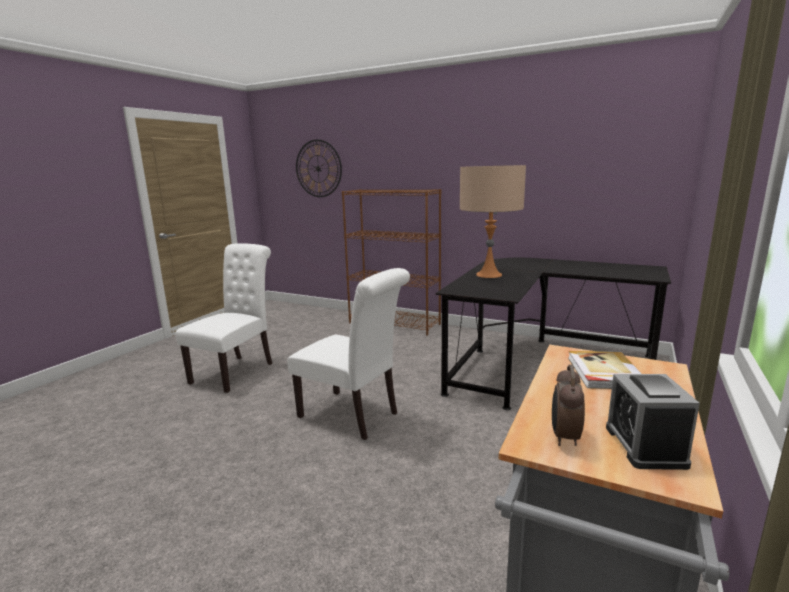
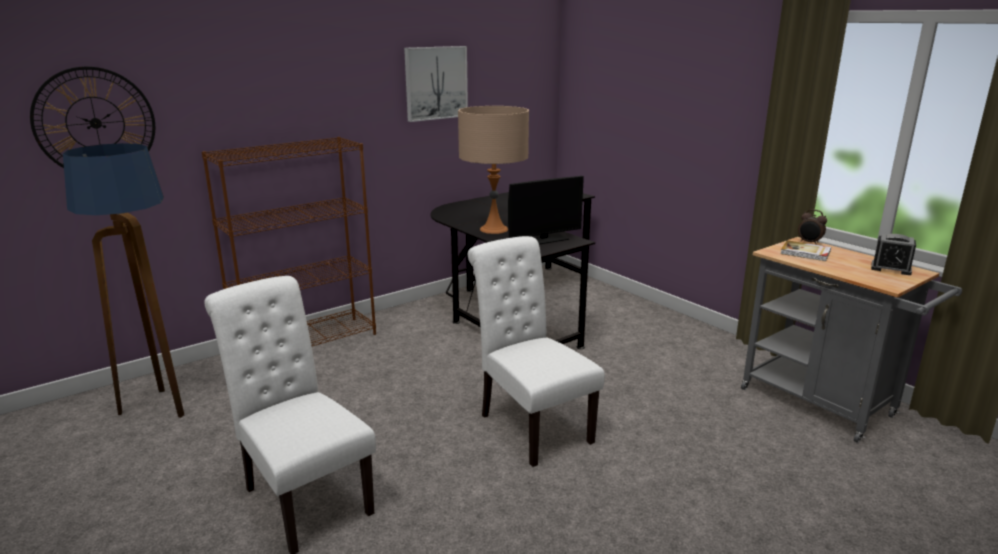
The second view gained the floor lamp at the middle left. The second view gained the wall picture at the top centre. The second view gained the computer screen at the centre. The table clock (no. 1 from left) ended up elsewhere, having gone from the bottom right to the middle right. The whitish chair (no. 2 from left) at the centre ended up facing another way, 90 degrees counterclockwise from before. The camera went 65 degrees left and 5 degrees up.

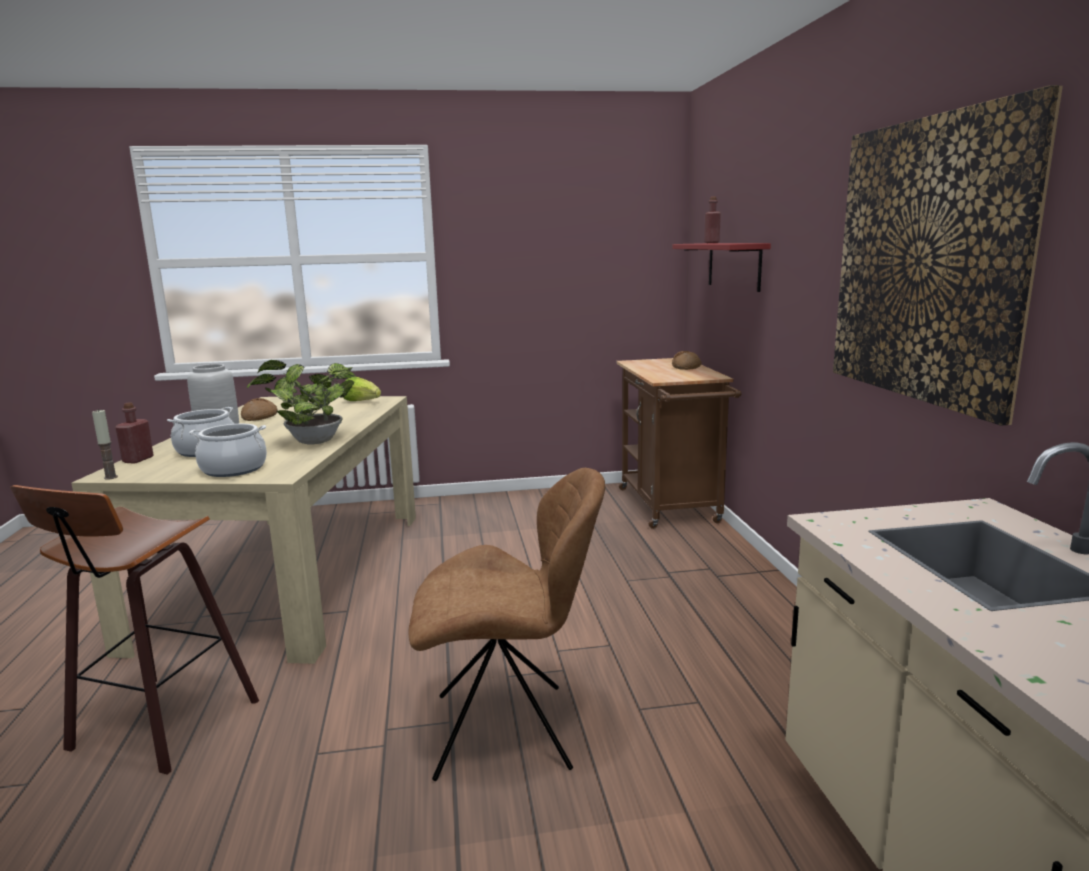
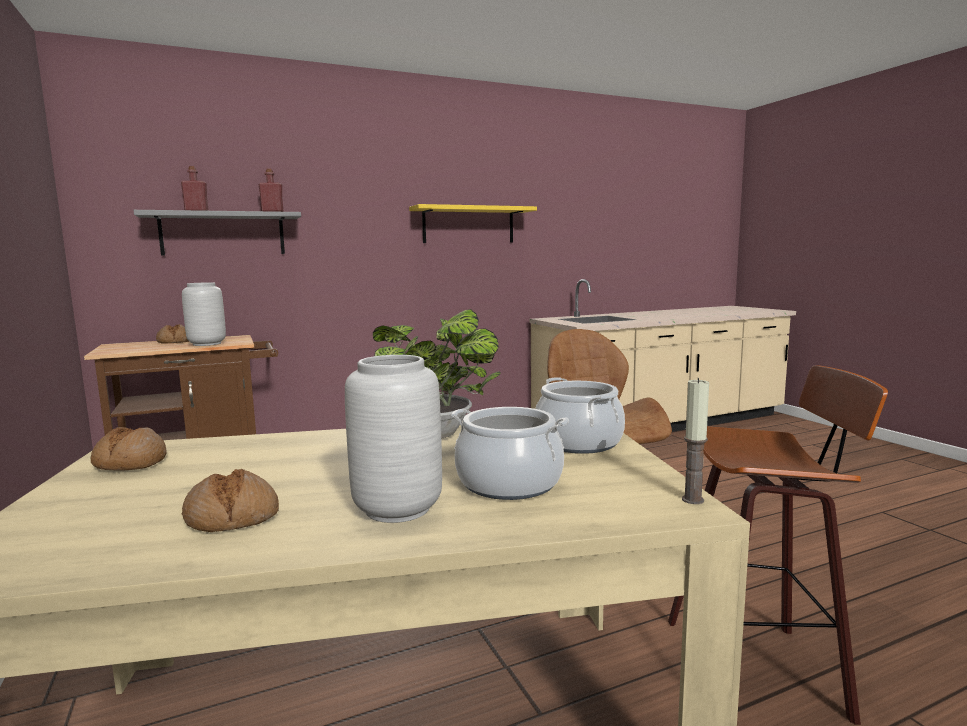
The second view gained the greyish flower vase (no. 1 from left) at the middle left. The reddish beverage bottle (no. 1 from left in the first image) ended up elsewhere, having gone from the middle left to the top left. Where the lettuce stood at the middle left, the bread (no. 1 from left) came to stand at the middle left. Where the wall picture hung at the top right, the yellow-coloured bracket shelf came to hang at the top centre. What was the reddish bracket shelf at the top centre turned into the greyish bracket shelf at the top left. The camera went 105 degrees left and 5 degrees down.

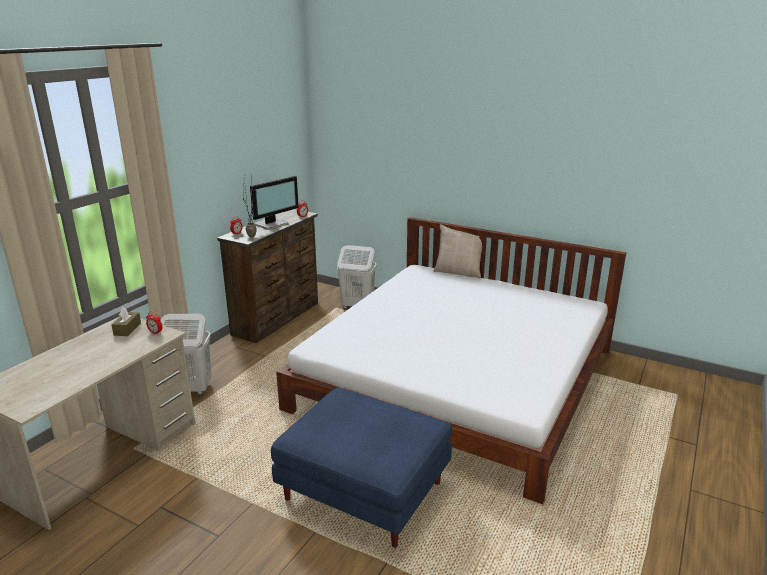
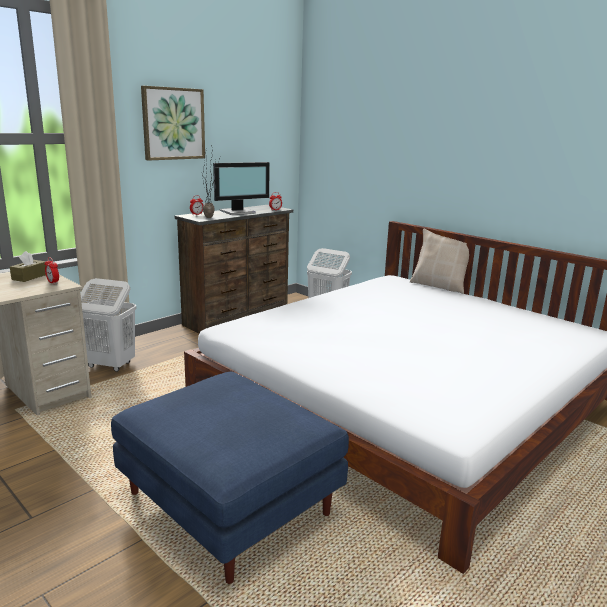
The second view gained the wall picture at the top left. The camera went 15 degrees right and 5 degrees down.

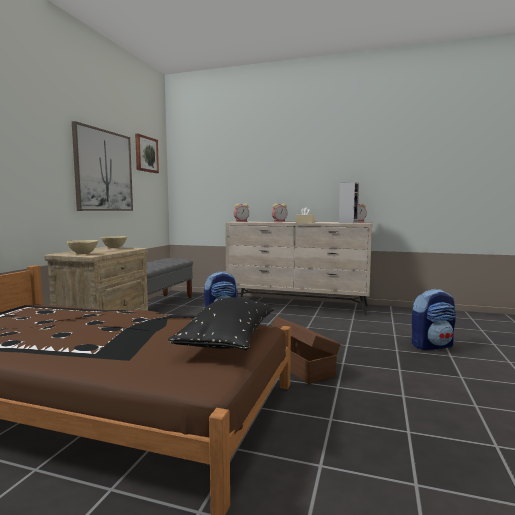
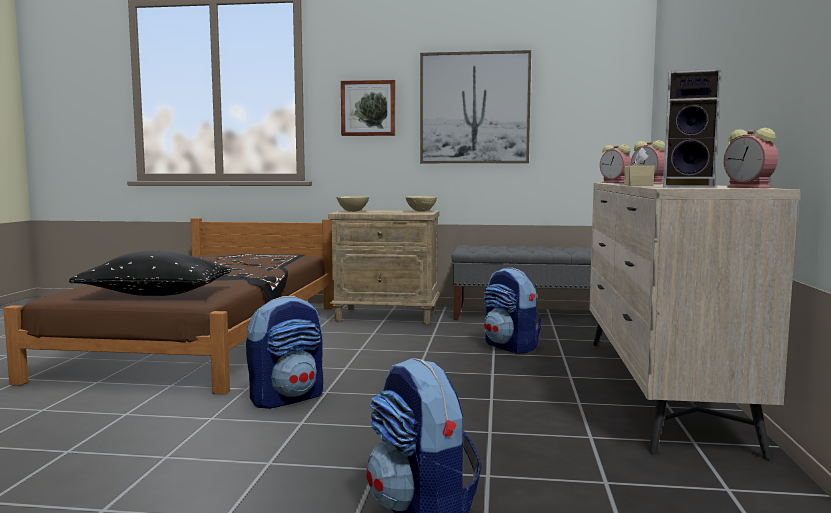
The wall picture (no. 2 from left in the first image) ended up elsewhere, having gone from the top left to the top centre. Where the brown storage box stood at the bottom centre, the knapsack (no. 1 from left) came to stand at the bottom centre. The camera went 80 degrees right and 0 degrees up.

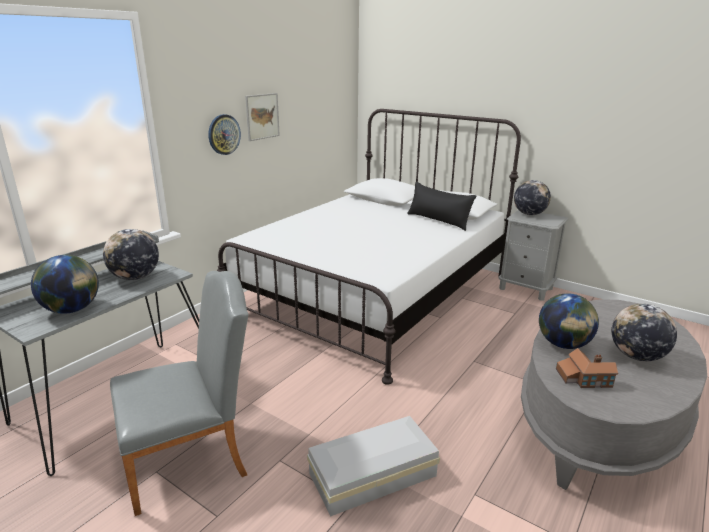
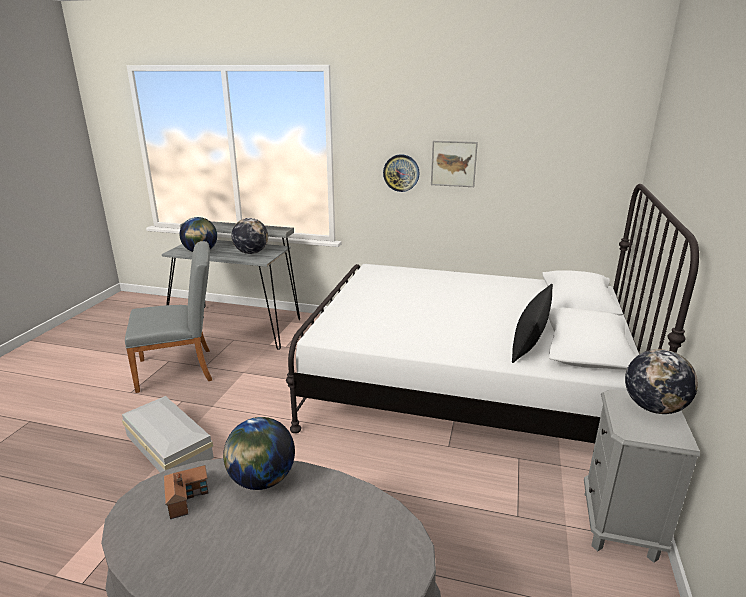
The second view lost the desk globe (no. 5 from left) at the middle right. The greyish chair at the bottom left ended up facing another way, 60 degrees counterclockwise from before. The camera went 70 degrees right and 0 degrees up.

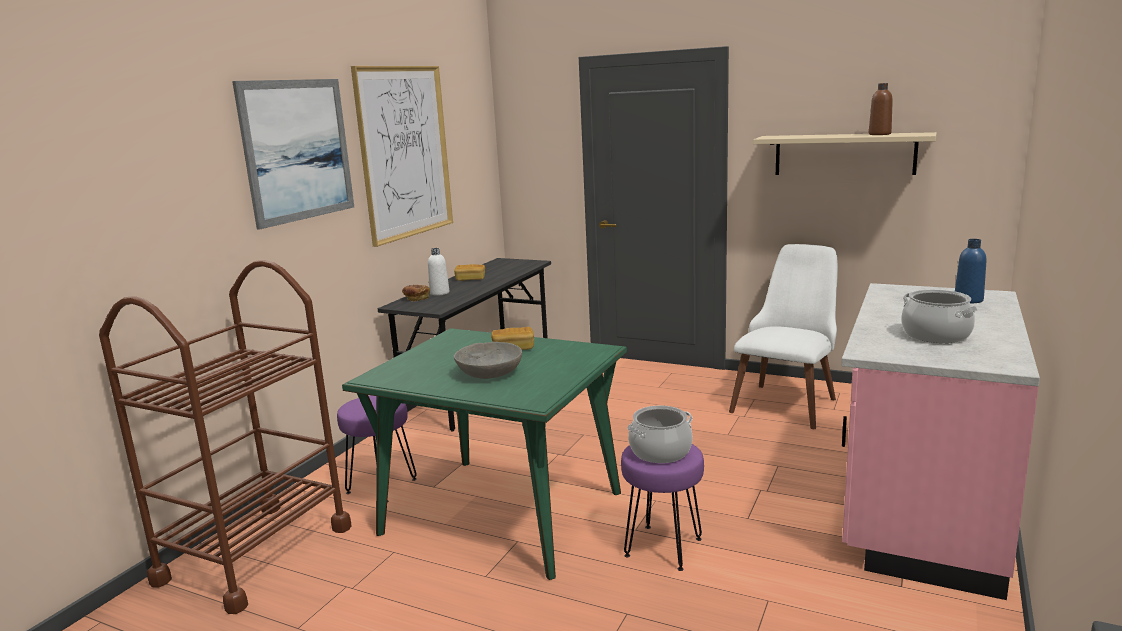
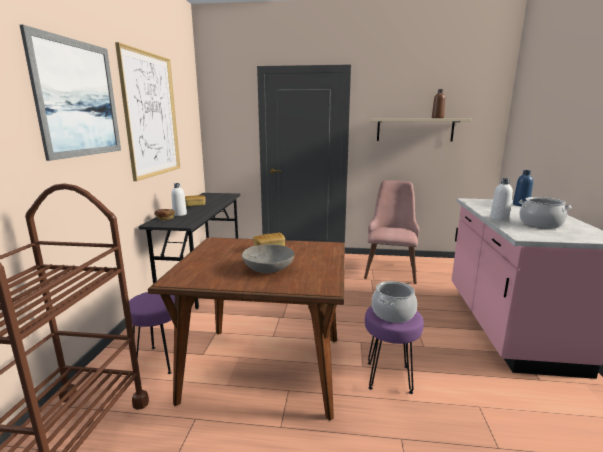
The second view gained the whitish beverage bottle (no. 2 from left) at the middle right. What was the green kitchen table at the bottom centre turned into the brown kitchen table at the bottom centre. What was the whitish chair at the middle right turned into the pinkish chair at the centre. The camera went 20 degrees left and 0 degrees up.

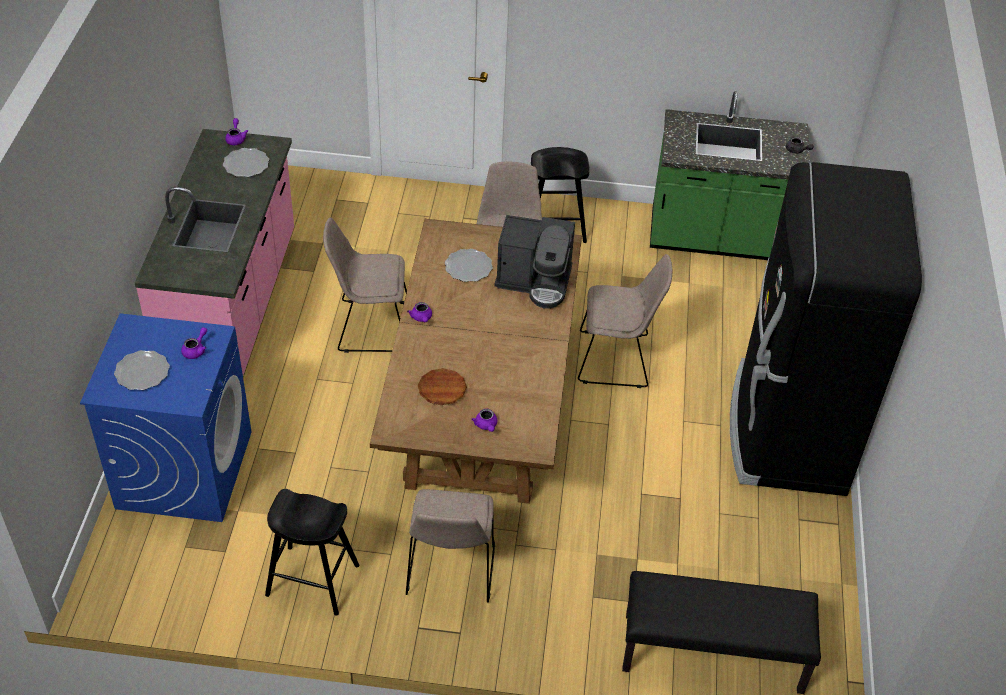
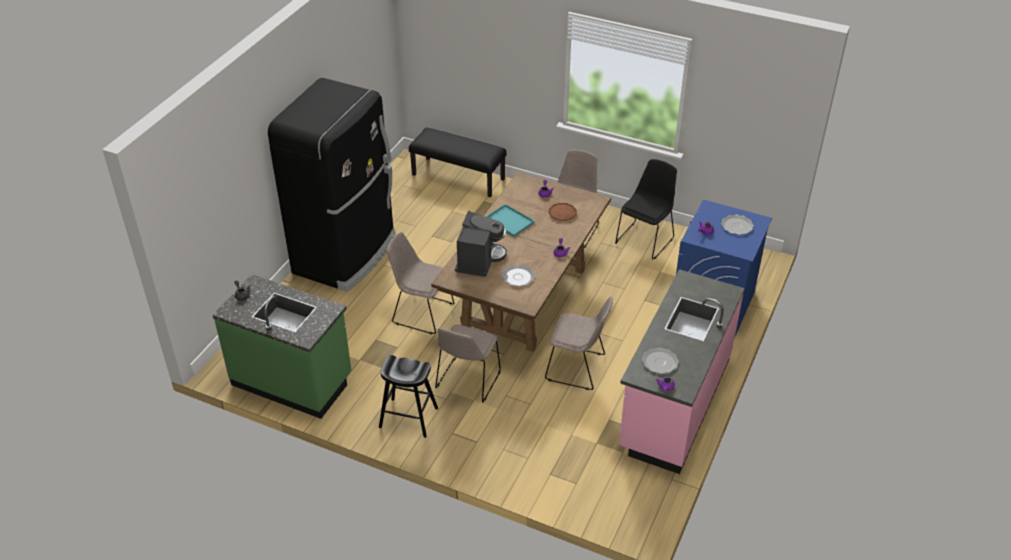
The second view gained the turquoise carrying tray at the centre. Where the blackish sitting stool (no. 1 from left) stood at the bottom left, the blackish chair came to stand at the centre. The coffee machine at the centre ended up facing another way, 75 degrees clockwise from before. The camera went 160 degrees left and 5 degrees down.

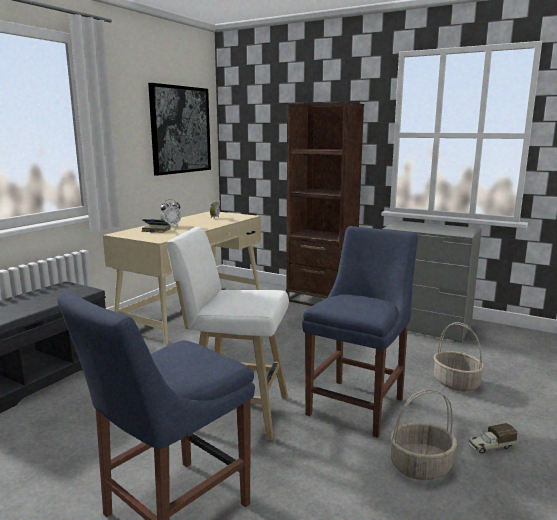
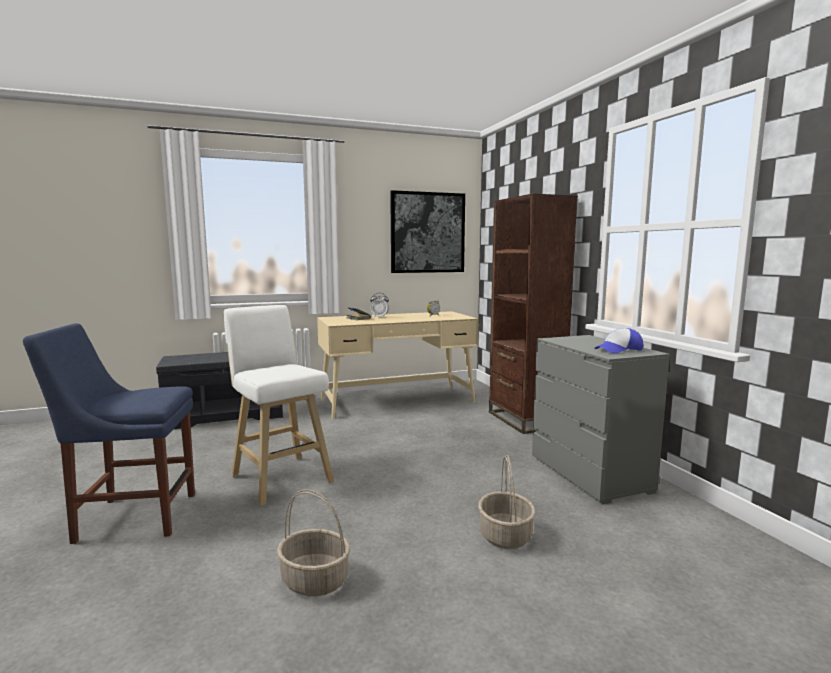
The second view lost the blue chair (no. 2 from left) at the centre. The second view lost the model truck at the bottom right. The second view gained the cap at the middle right. The camera went 40 degrees right and 5 degrees down.

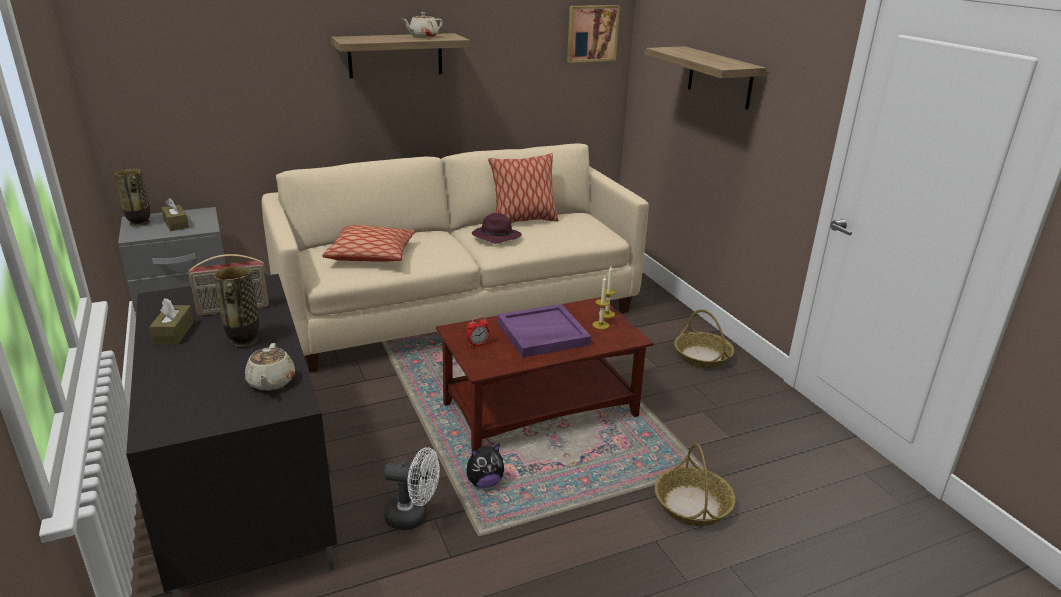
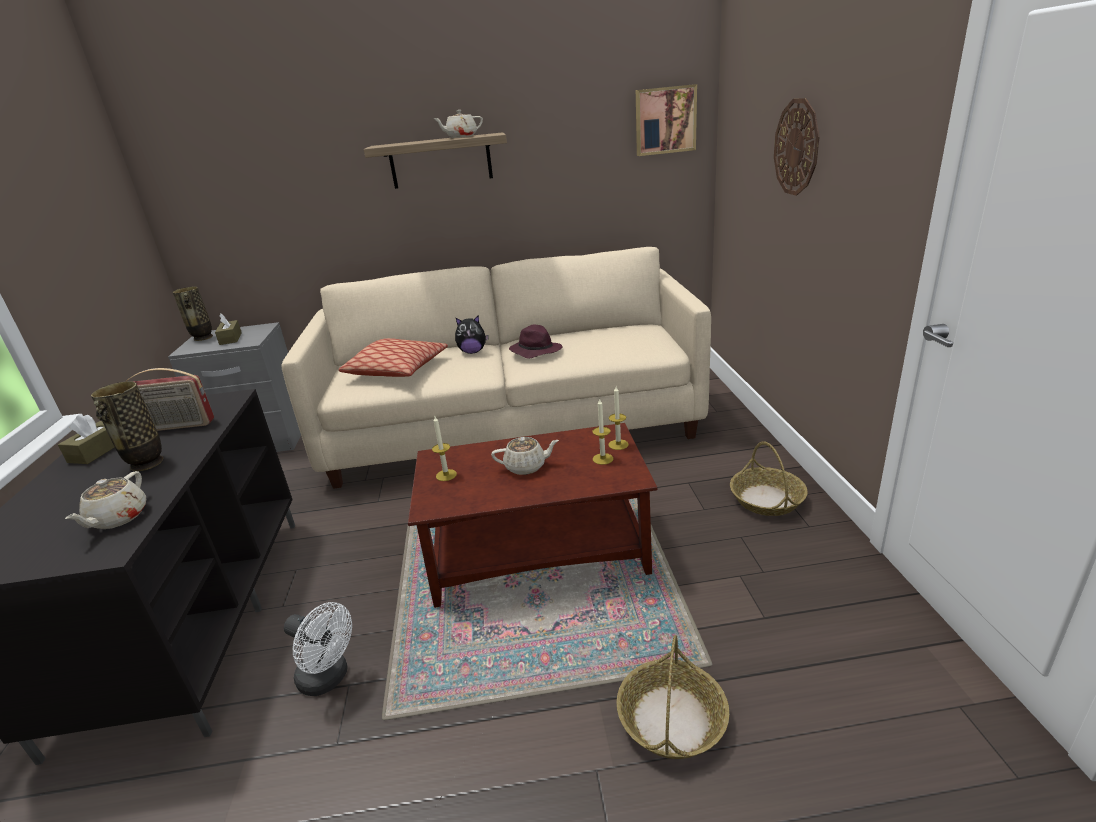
The second view lost the throw pillow (no. 2 from left) at the top centre. The plush toy ended up elsewhere, having gone from the bottom centre to the centre. Where the table clock stood at the centre, the wax light (no. 1 from left) came to stand at the centre. Where the purplish carrying tray stood at the centre, the beige-coloured teapot (no. 3 from left) came to stand at the centre. Where the bracket shelf (no. 2 from left) hung at the top centre, the hanging clock came to hang at the top right. The camera went 20 degrees right and 0 degrees up.

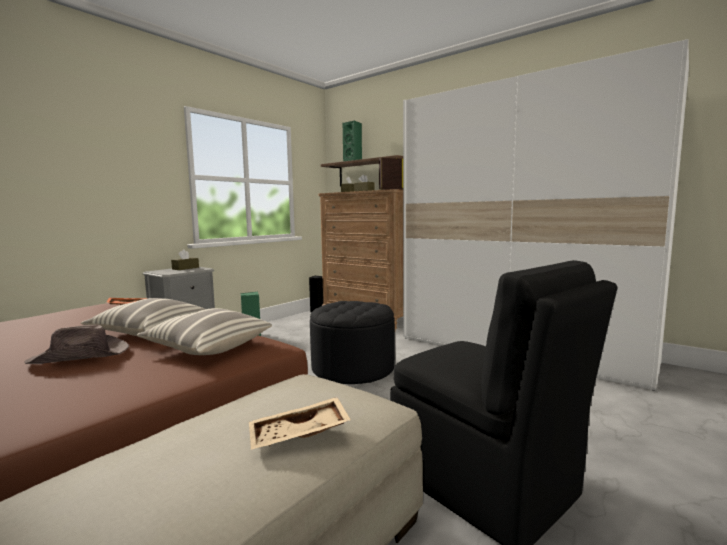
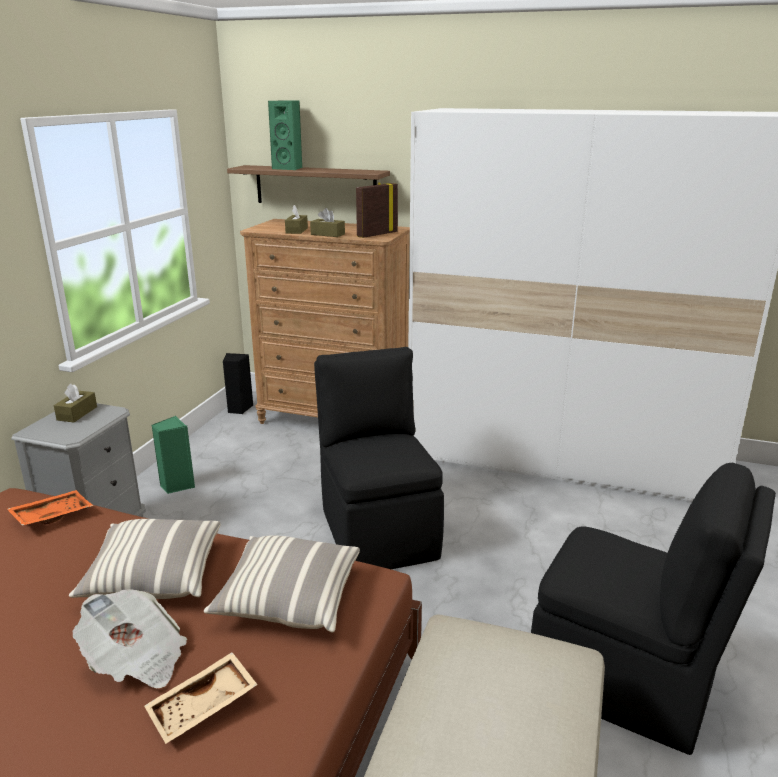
The beige-coloured carrying tray ended up elsewhere, having gone from the bottom centre to the bottom left. Where the brown clothing hat stood at the middle left, the printed paper came to stand at the bottom left. Where the blackish footrest stood at the centre, the blackish chair (no. 1 from left) came to stand at the centre. The camera went 20 degrees left and 15 degrees up.

